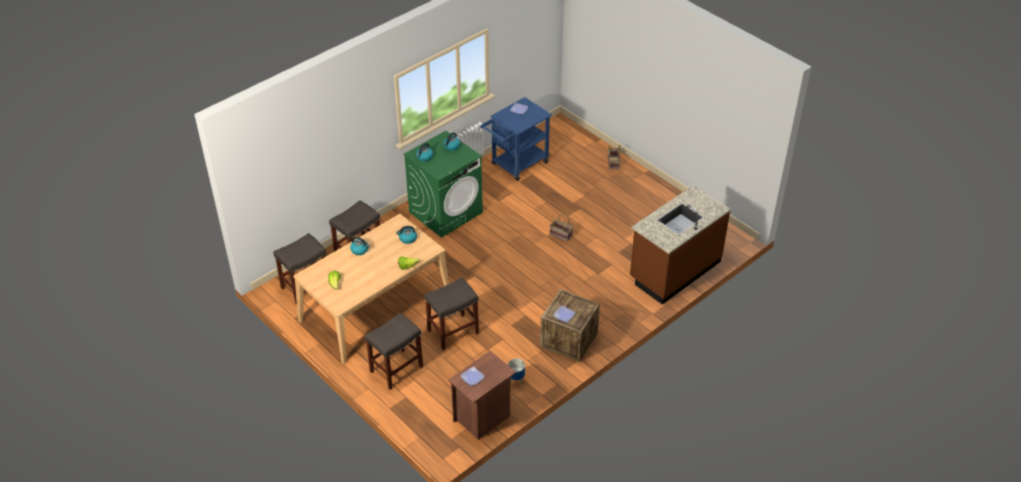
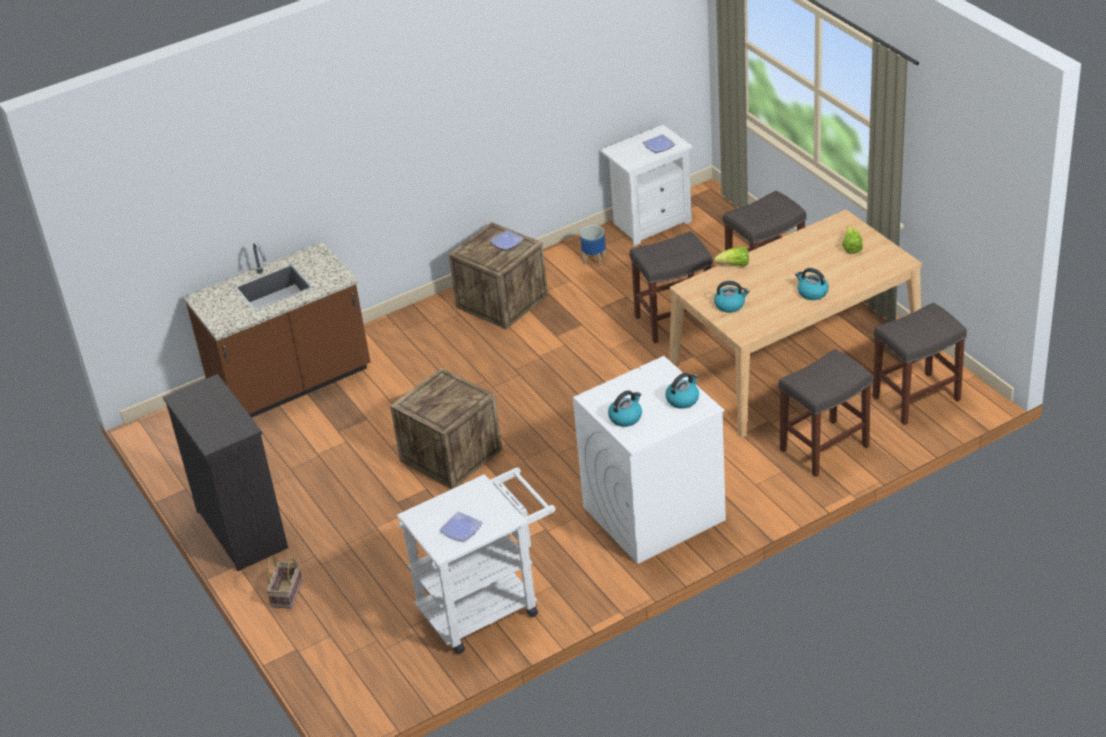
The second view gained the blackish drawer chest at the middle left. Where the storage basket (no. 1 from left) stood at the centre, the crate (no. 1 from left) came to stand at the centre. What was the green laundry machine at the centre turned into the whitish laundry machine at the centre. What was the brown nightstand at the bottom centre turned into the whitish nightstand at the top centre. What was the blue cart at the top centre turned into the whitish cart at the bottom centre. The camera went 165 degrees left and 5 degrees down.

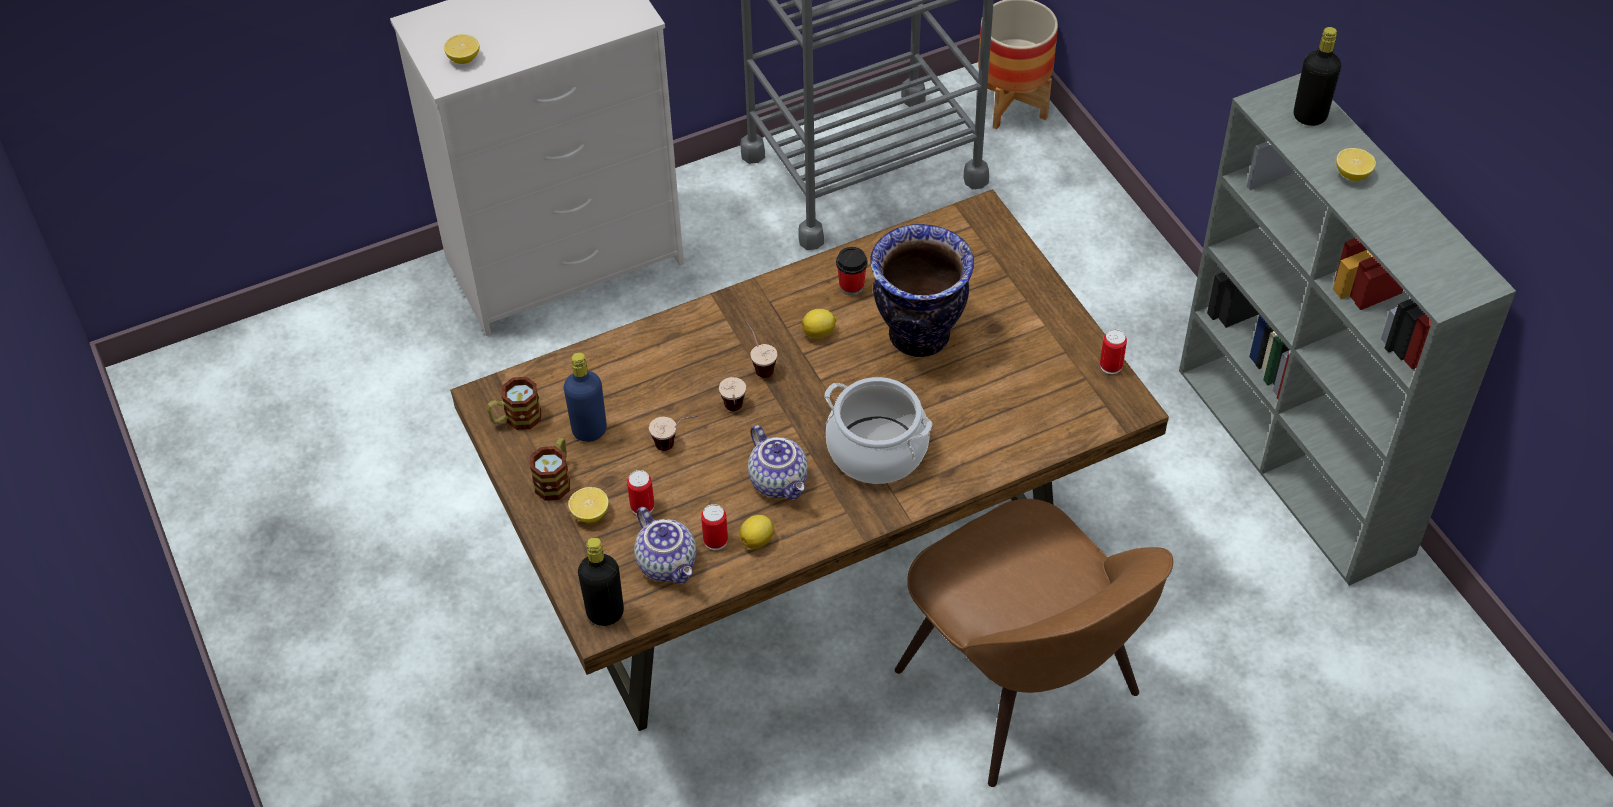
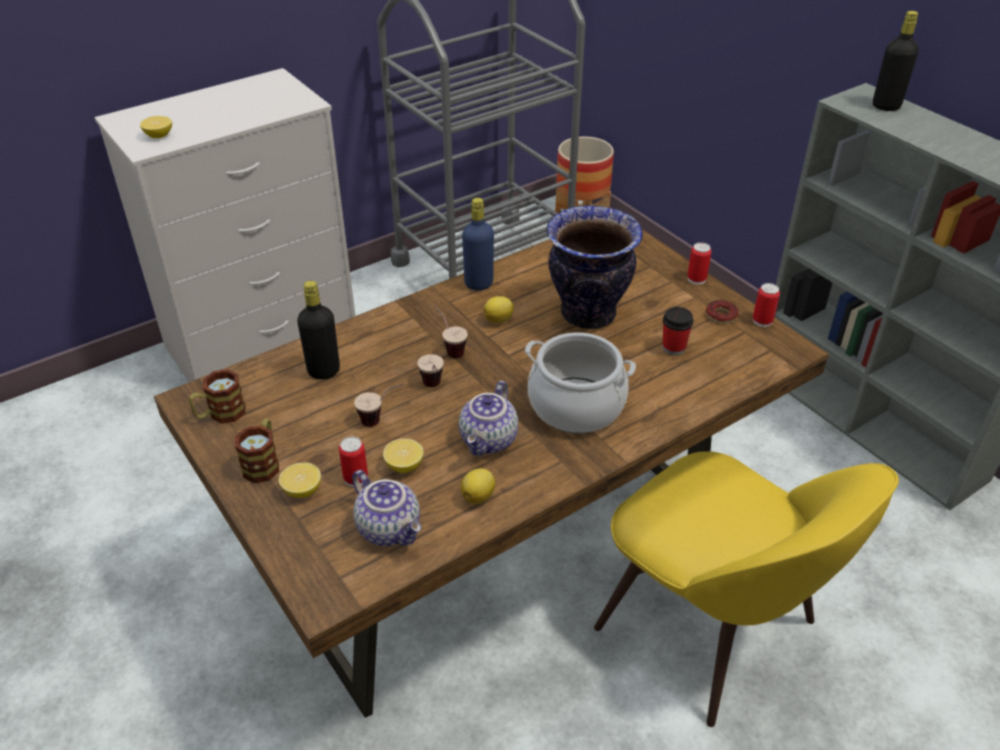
The second view gained the ring doughnut at the middle right. The blue beverage bottle ended up elsewhere, having gone from the centre to the top centre. The blackish beverage bottle (no. 1 from left) ended up elsewhere, having gone from the bottom centre to the middle left. The can (no. 2 from left) ended up elsewhere, having gone from the centre to the middle right. The drinking cup (no. 4 from left) ended up elsewhere, having gone from the centre to the middle right. The whole lemon (no. 5 from left in the first image) ended up elsewhere, having gone from the top right to the centre. What was the brown chair at the bottom centre turned into the yellow-coloured chair at the bottom right. The teapot (no. 2 from left) at the centre ended up facing another way, 60 degrees clockwise from before. The camera went 10 degrees left and 10 degrees down.

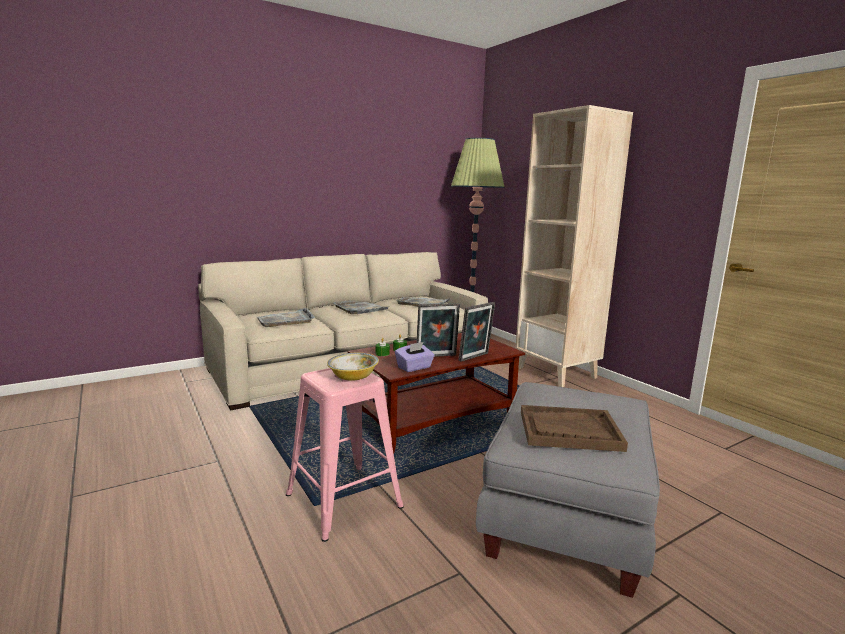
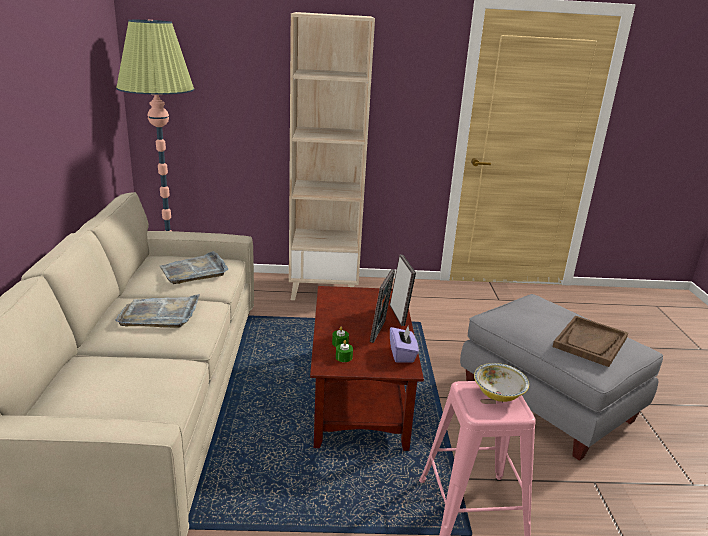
The second view lost the greyish carrying tray (no. 1 from left) at the centre. The camera went 60 degrees left and 10 degrees up.

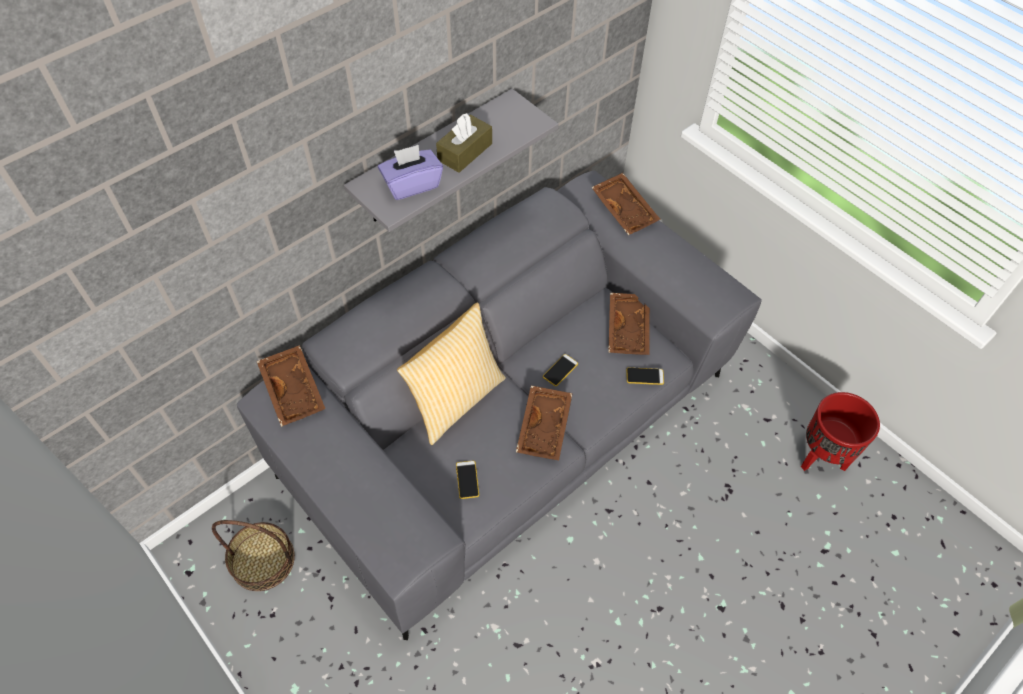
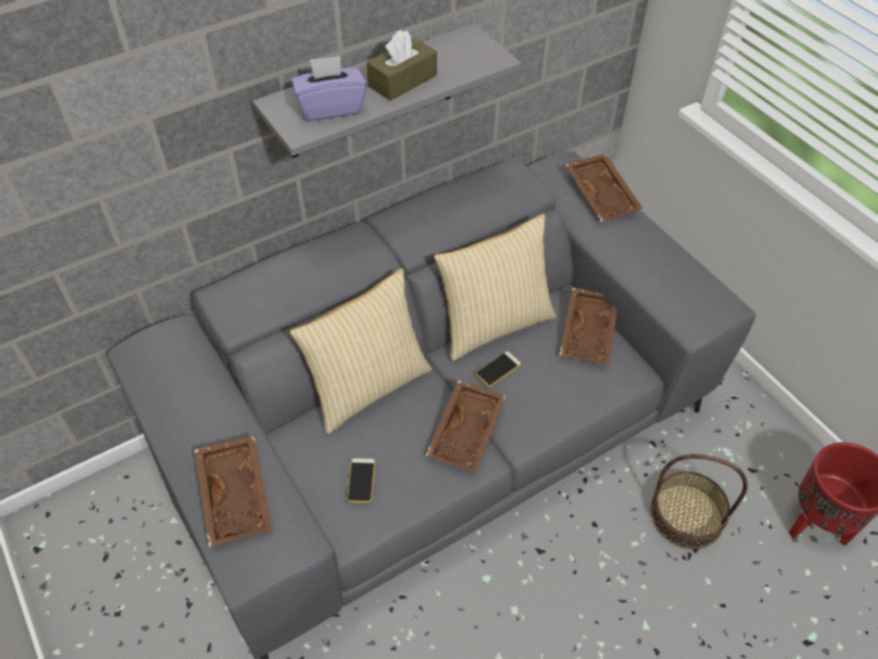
The second view lost the handset (no. 3 from left) at the centre. The second view gained the throw pillow (no. 2 from left) at the centre. The storage basket ended up elsewhere, having gone from the bottom left to the bottom right. The brown carrying tray (no. 1 from left) ended up elsewhere, having gone from the middle left to the bottom left. The camera went 10 degrees right and 5 degrees down.

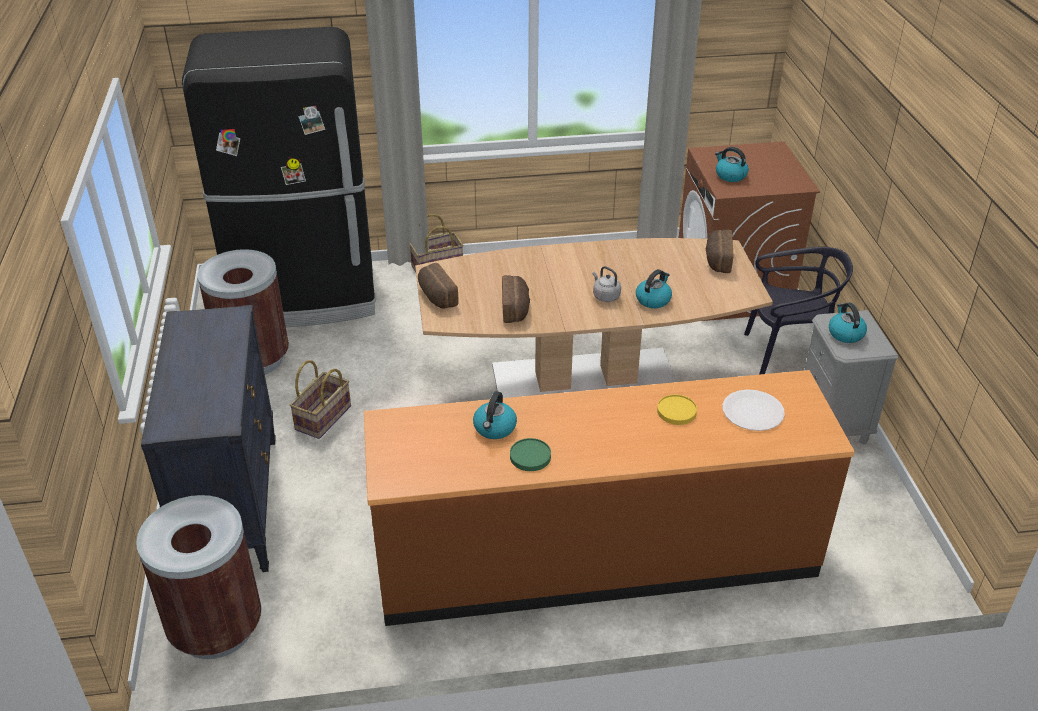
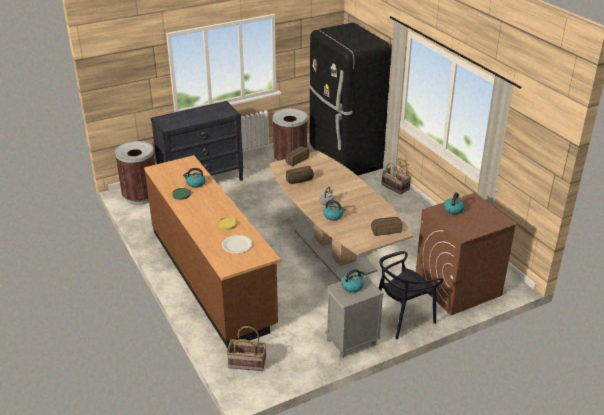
The storage basket (no. 1 from left) ended up elsewhere, having gone from the middle left to the bottom centre. The blackish chair at the middle right ended up facing another way, 75 degrees clockwise from before. The camera went 70 degrees right and 5 degrees down.

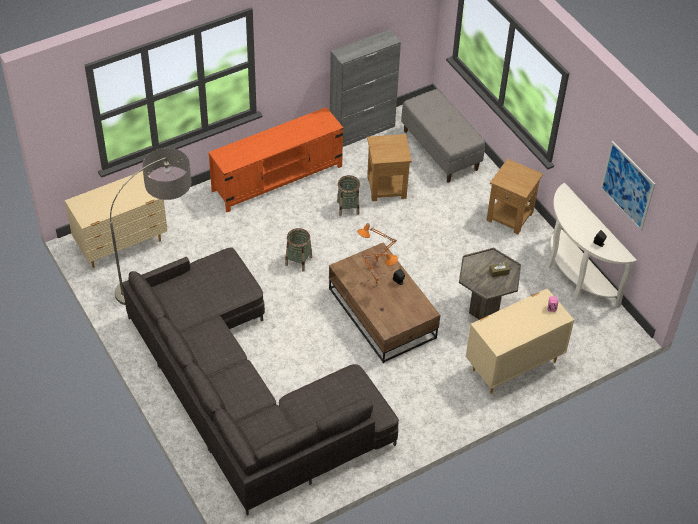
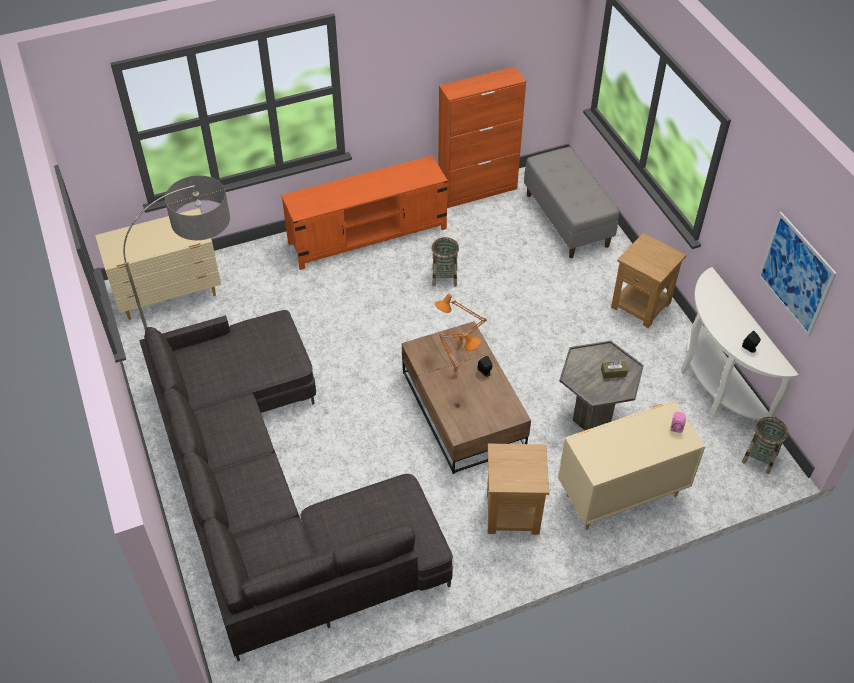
The storage basket (no. 1 from left in the first image) ended up elsewhere, having gone from the centre to the middle right. The brown accent table (no. 1 from left) ended up elsewhere, having gone from the top centre to the bottom centre. What was the greyish cabinet at the top centre turned into the orange-coloured cabinet at the top centre. The camera went 10 degrees right and 0 degrees up.

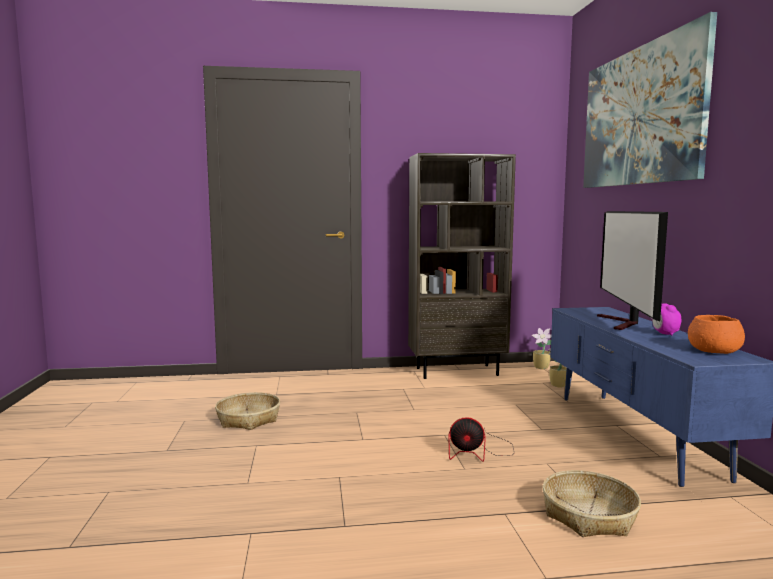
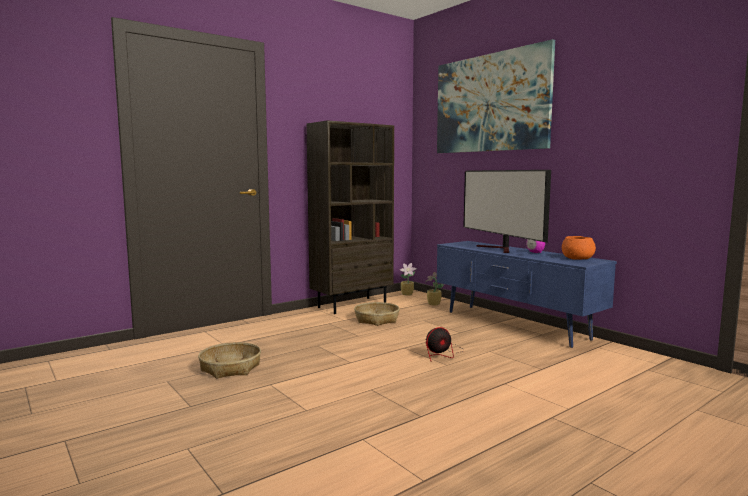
The storage basket (no. 2 from left) ended up elsewhere, having gone from the bottom right to the centre. The camera went 30 degrees left and 0 degrees up.

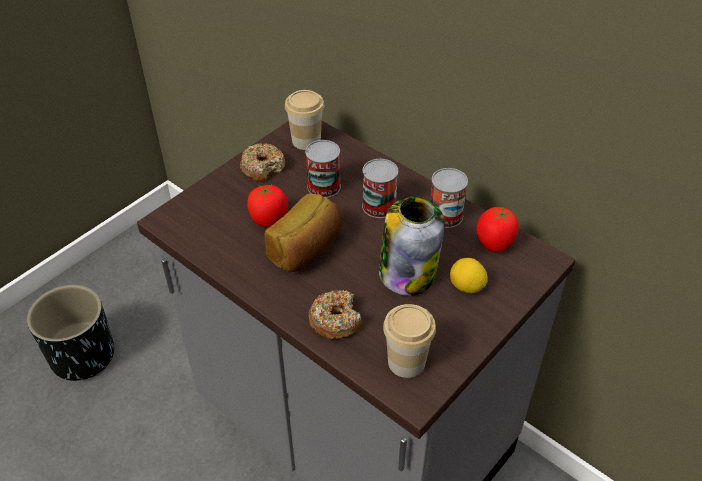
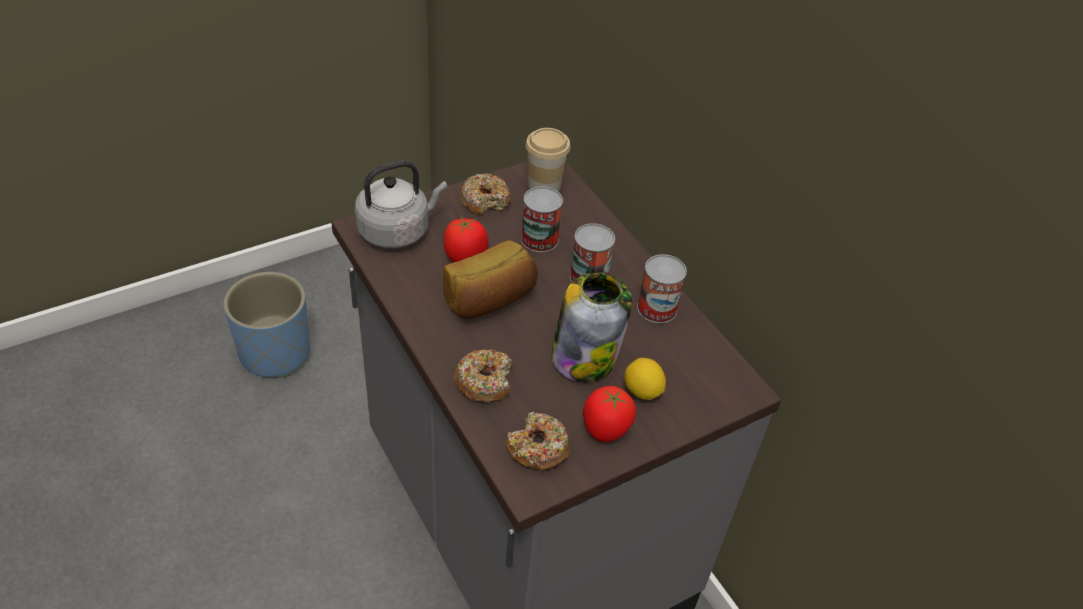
The second view gained the greyish tea kettle at the centre. The whole tomato (no. 2 from left) ended up elsewhere, having gone from the middle right to the bottom centre. Where the drinking cup (no. 2 from left) stood at the bottom centre, the ring doughnut (no. 3 from left) came to stand at the bottom centre. What was the blackish flower pot at the bottom left turned into the blue flower pot at the middle left. The camera went 15 degrees right and 0 degrees up.

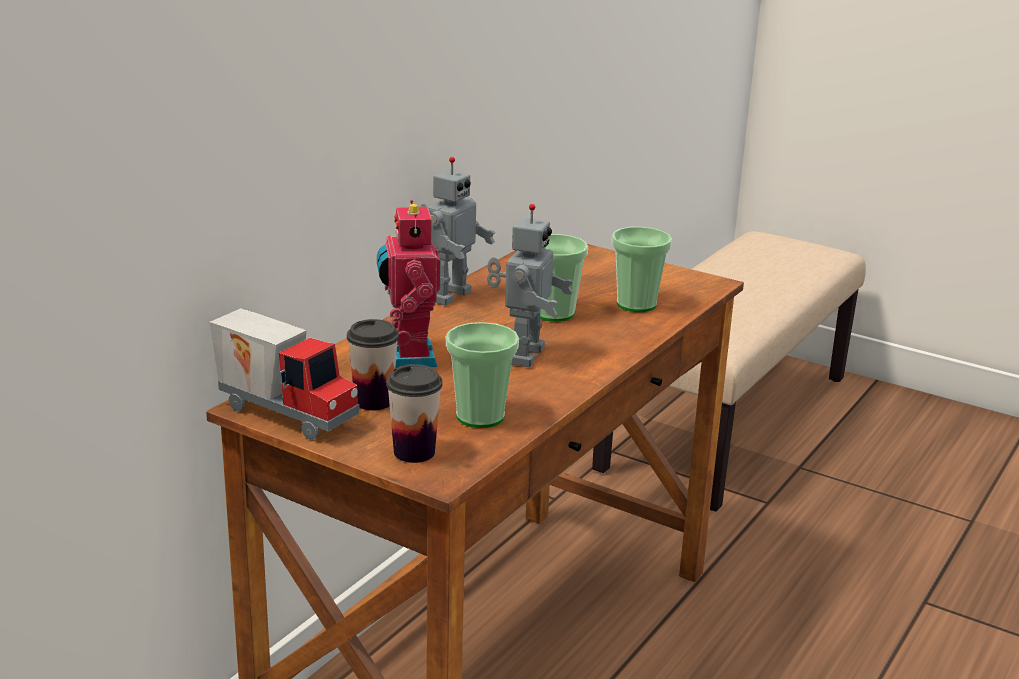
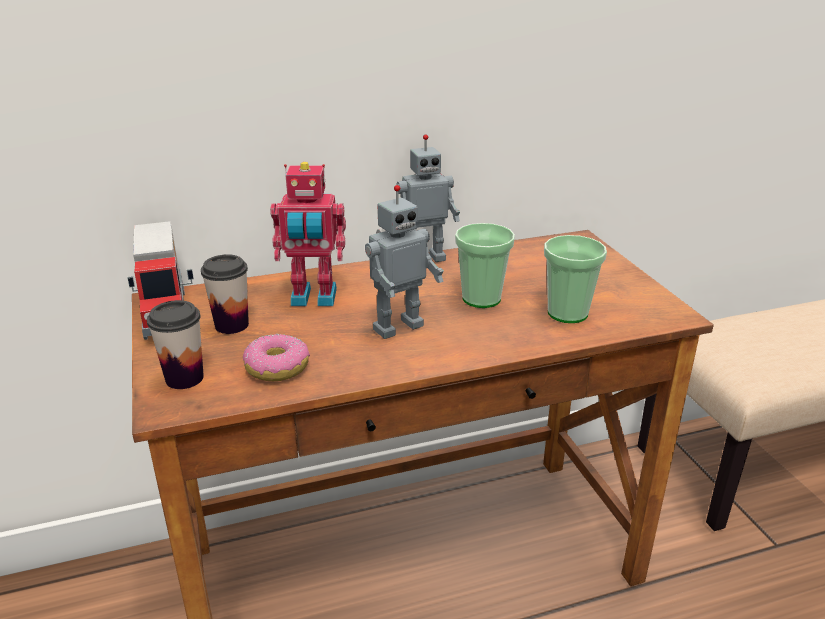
Where the drinking cup (no. 3 from left) stood at the centre, the ring doughnut came to stand at the centre. The robot figure (no. 1 from left) at the centre ended up facing another way, 120 degrees counterclockwise from before. The camera went 40 degrees right and 5 degrees up.

